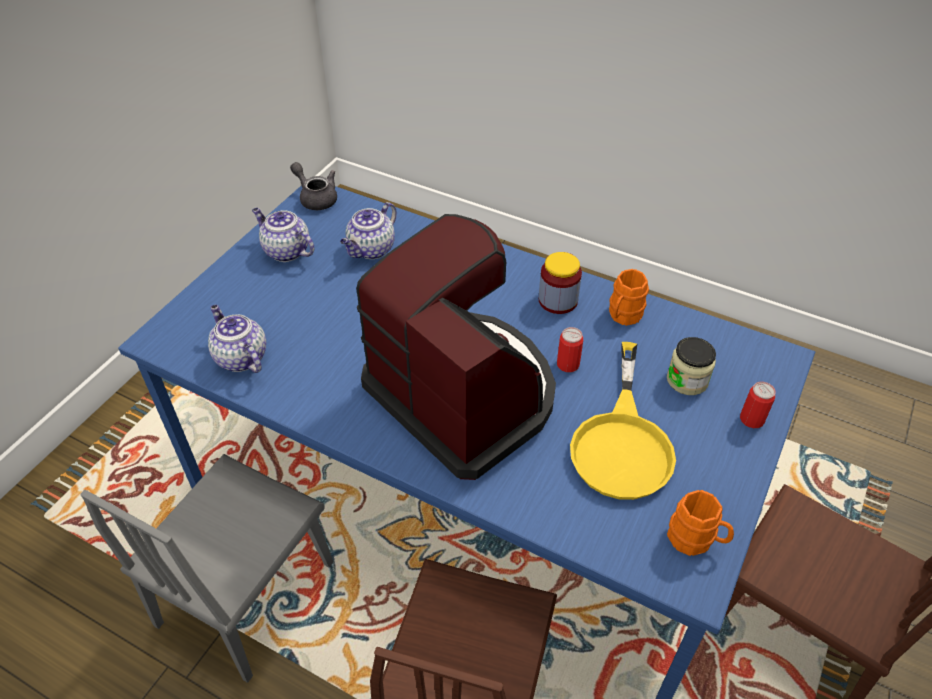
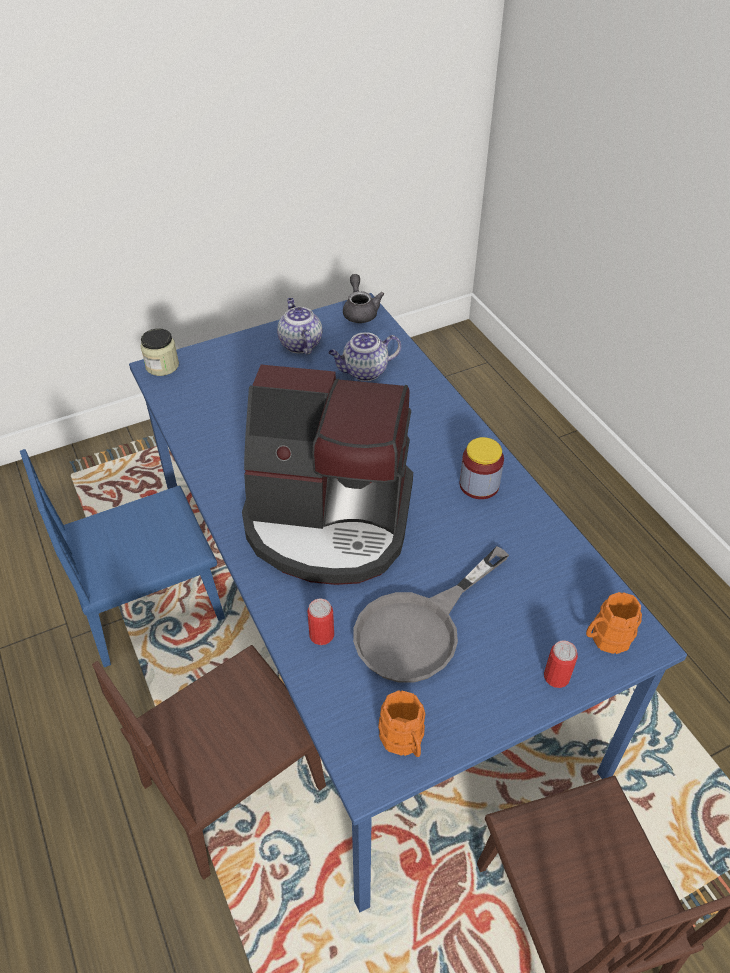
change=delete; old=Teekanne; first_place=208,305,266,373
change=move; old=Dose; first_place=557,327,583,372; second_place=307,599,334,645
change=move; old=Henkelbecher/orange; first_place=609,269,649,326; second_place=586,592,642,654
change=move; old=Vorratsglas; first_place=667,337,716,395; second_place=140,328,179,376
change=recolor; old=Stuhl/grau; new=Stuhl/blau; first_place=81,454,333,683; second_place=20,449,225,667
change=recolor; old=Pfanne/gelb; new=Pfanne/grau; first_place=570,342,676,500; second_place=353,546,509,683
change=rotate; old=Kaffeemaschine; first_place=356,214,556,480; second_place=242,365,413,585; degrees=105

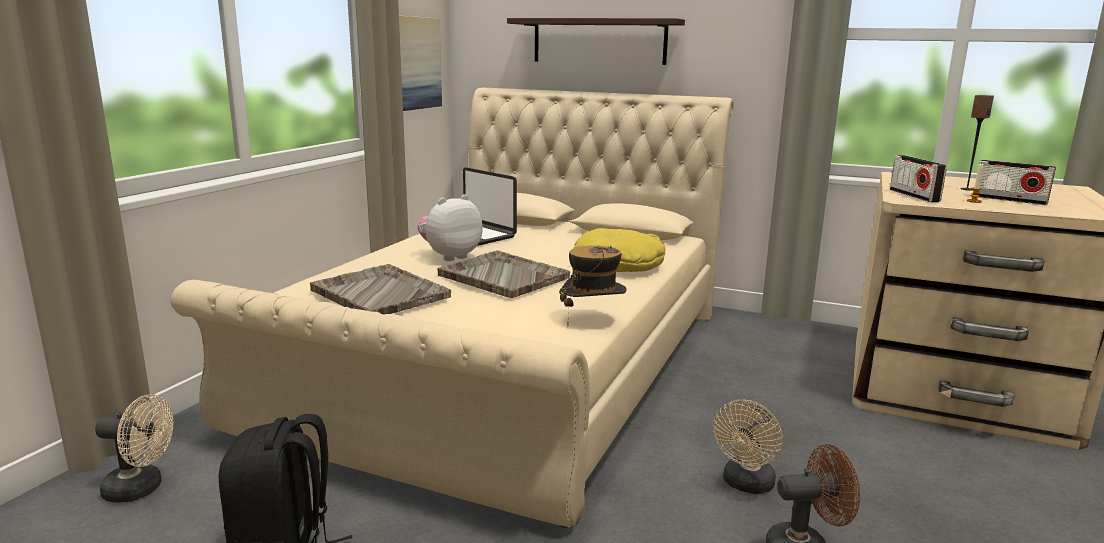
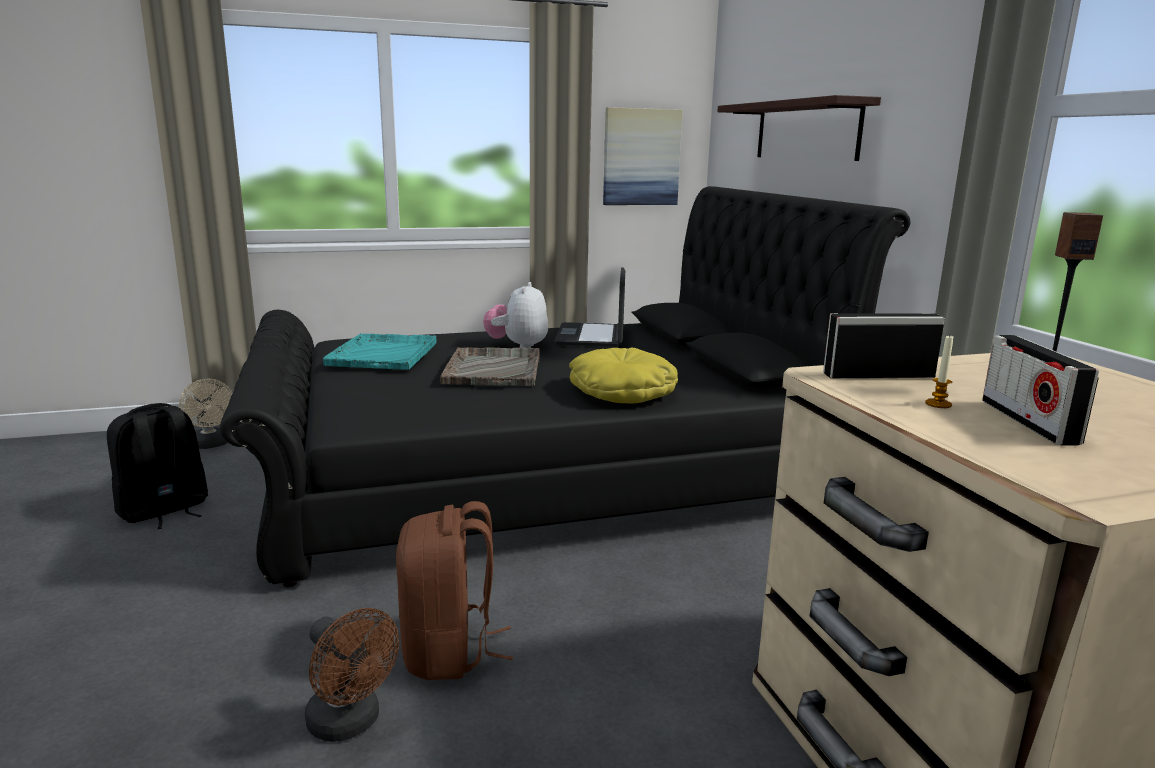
change=delete; old=Hut; first_place=559,246,627,325
change=replace; old=Ventilator/beige; new=Rucksack/braun; first_place=713,400,782,494; second_place=396,501,513,680
change=recolor; old=Bett/beige; new=Bett/schwarz; first_place=170,88,734,527; second_place=220,186,911,587
change=recolor; old=Tablett/grau; new=Tablett/türkis; first_place=310,264,451,314; second_place=323,333,437,370
change=rotate; old=Plüschtier; first_place=417,195,483,261; second_place=483,282,548,348; degrees=-90
change=rotate; old=Radio; first_place=890,155,947,202; second_place=823,313,945,379; degrees=45

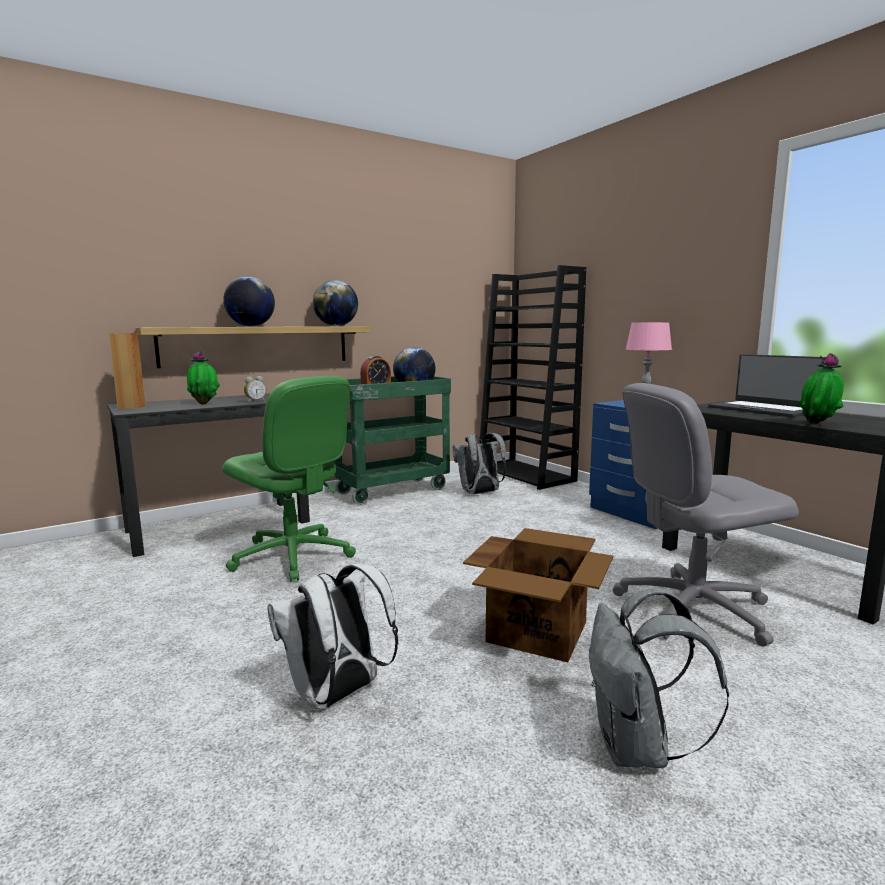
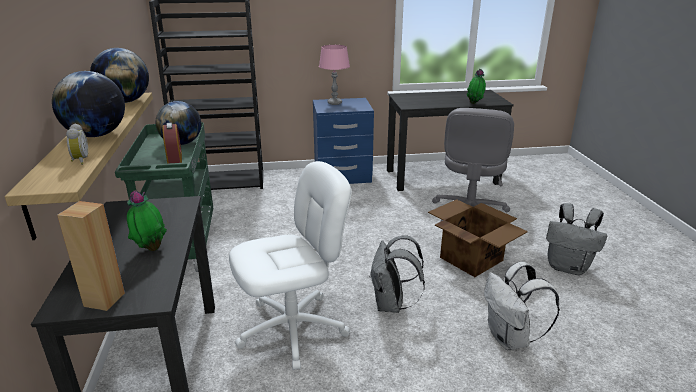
change=delete; old=Laptop; first_place=708,354,825,417
change=move; old=Wecker; first_place=244,376,266,403; second_place=66,123,88,165
change=move; old=Rucksack/grau; first_place=453,433,506,494; second_place=370,235,425,313
change=recolor; old=Bürostuhl/grün; new=Bürostuhl/weiß; first_place=222,376,356,581; second_place=229,161,352,370

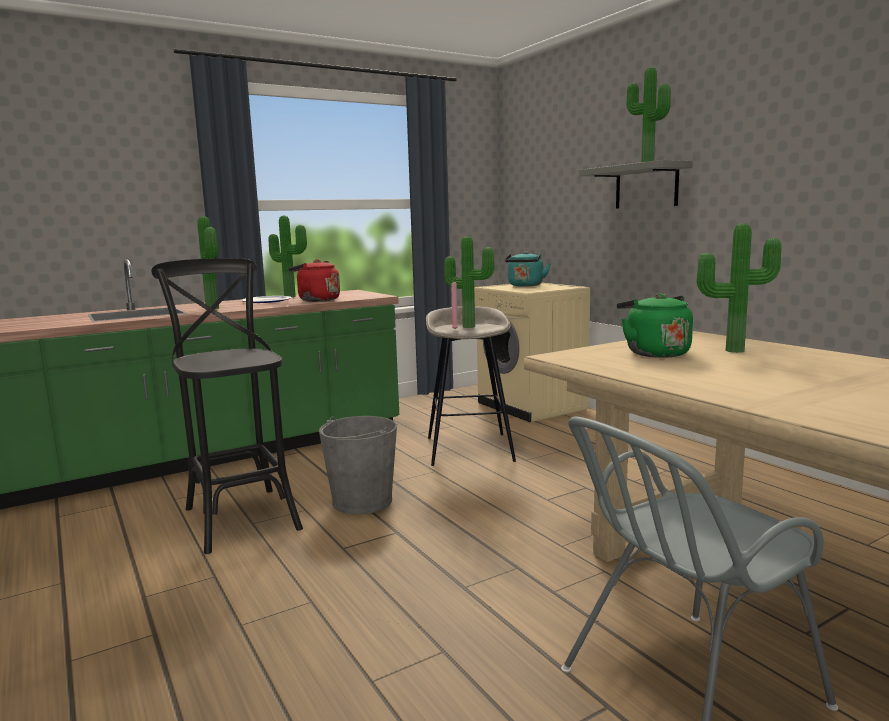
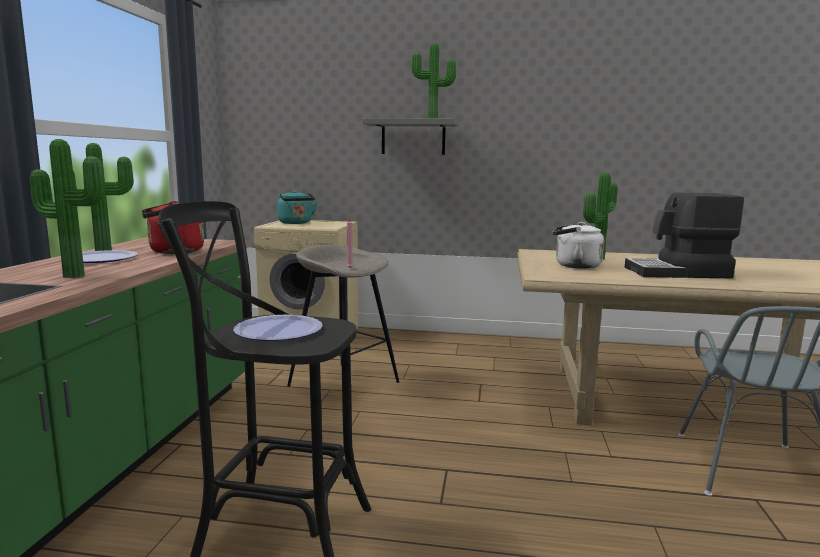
change=delete; old=Eimer/grau; first_place=319,416,397,514
change=delete; old=Topfpflanze; first_place=444,236,495,328
change=insert; new=Teller; second_place=233,315,323,341
change=insert; new=Kaffeemaschine; second_place=625,193,744,279
change=recolor; old=Wasserkessel/grün; new=Wasserkessel/weiß; first_place=616,293,693,358; second_place=553,222,604,269

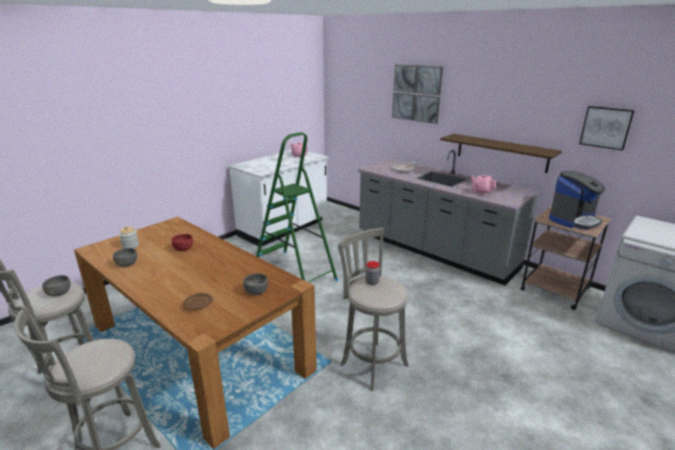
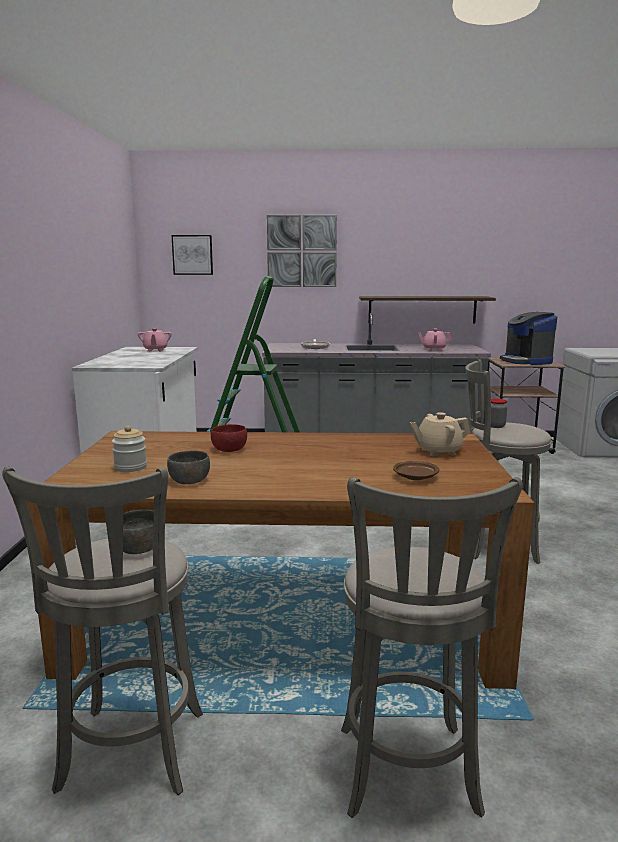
change=move; old=Bild; first_place=579,106,635,150; second_place=172,235,213,275
change=replace; old=Schüssel/grau; new=Teekanne/beige; first_place=243,273,268,295; second_place=410,412,470,457
change=rotate; old=Kaffeemaschine; first_place=549,171,605,230; second_place=500,312,557,365; degrees=150

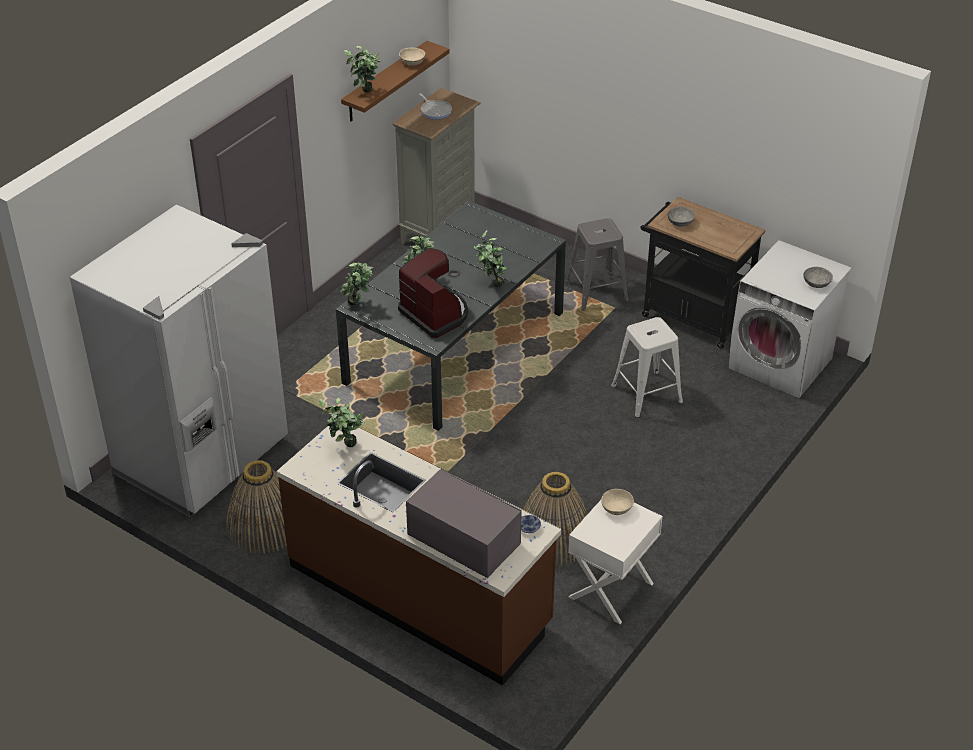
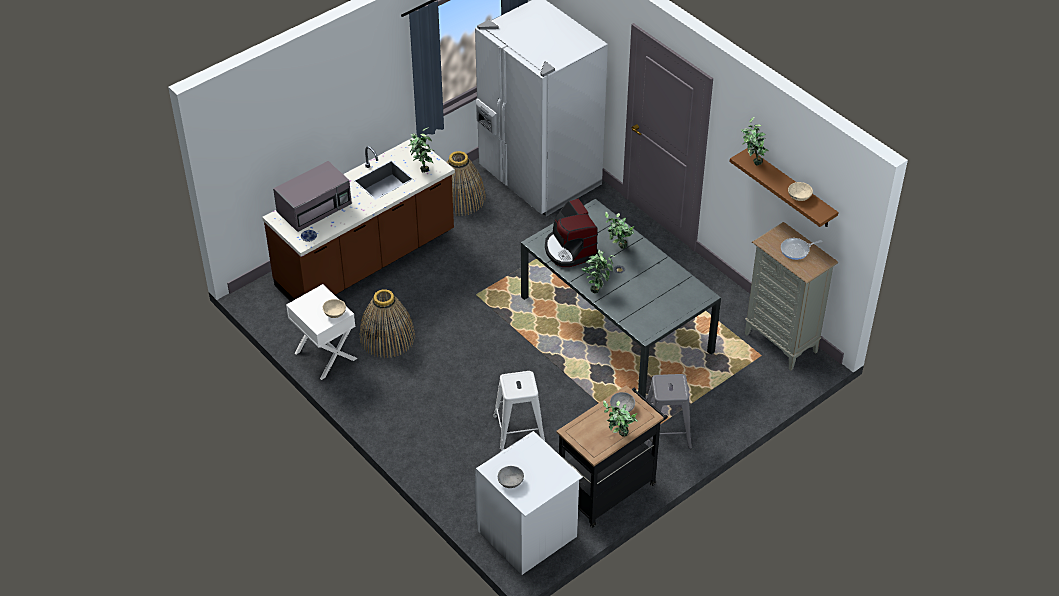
change=move; old=Topfpflanze; first_place=340,263,373,305; second_place=603,400,638,437
change=rotate; old=Kaffeemaschine; first_place=398,248,468,338; second_place=545,198,599,267; degrees=90

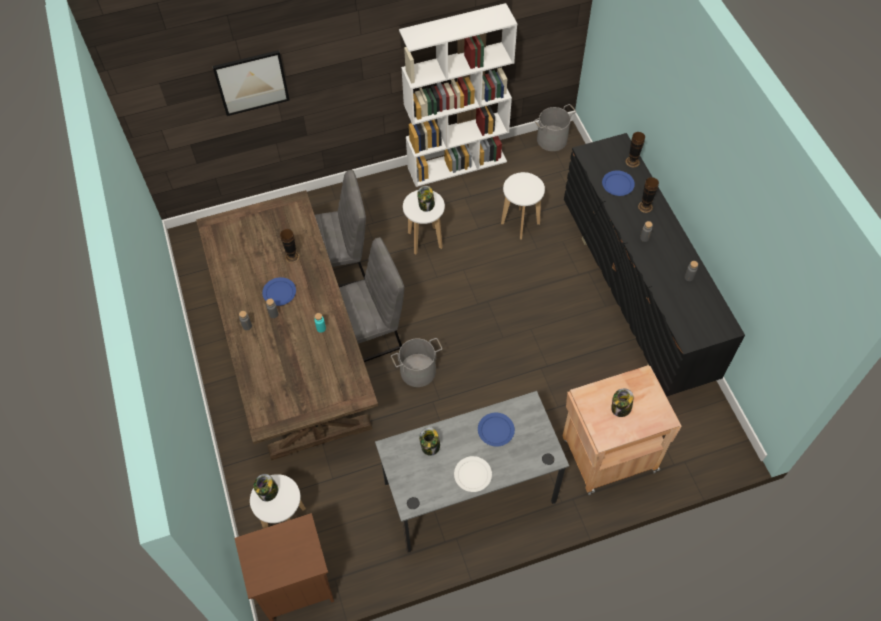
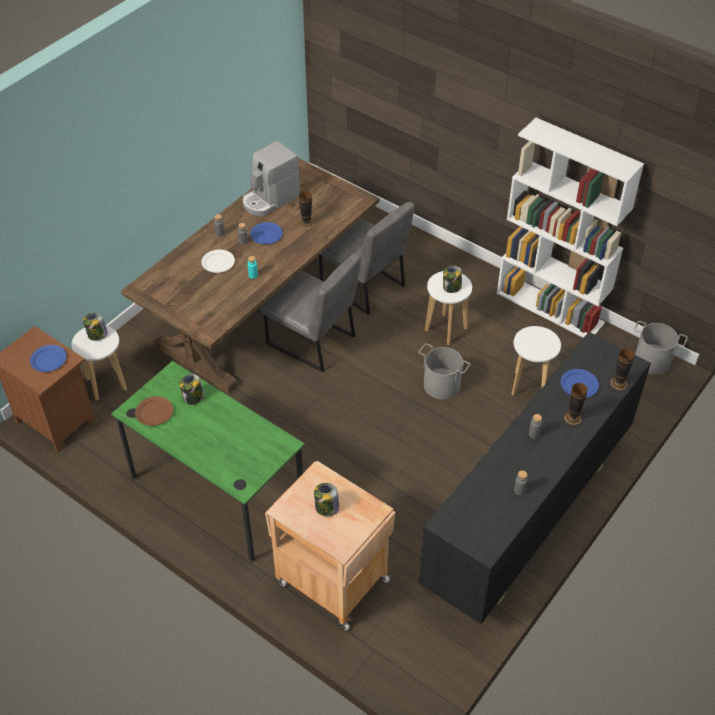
change=delete; old=Bild; first_place=212,50,290,116
change=insert; new=Teller/braun; second_place=135,396,173,426
change=insert; new=Kaffeemaschine; second_place=243,141,300,216
change=move; old=Eimer/grau; first_place=391,338,442,387; second_place=418,343,470,400
change=move; old=Teller/weiß; first_place=454,456,492,492; second_place=201,250,235,273
change=move; old=Teller/blau; first_place=478,413,515,446; second_place=30,345,67,372
change=recolor; old=Schreibtisch/grau; new=Schreibtisch/grün; first_place=375,391,569,553; second_place=111,361,305,562

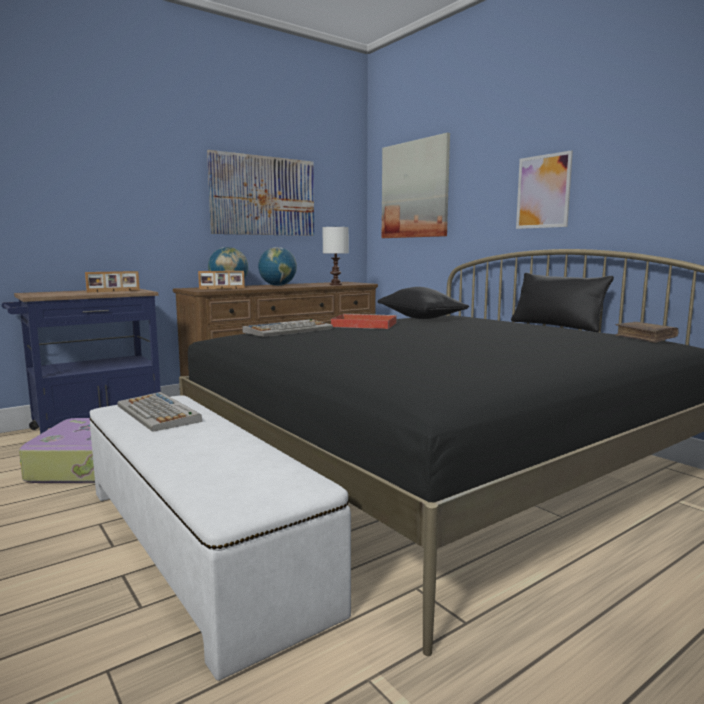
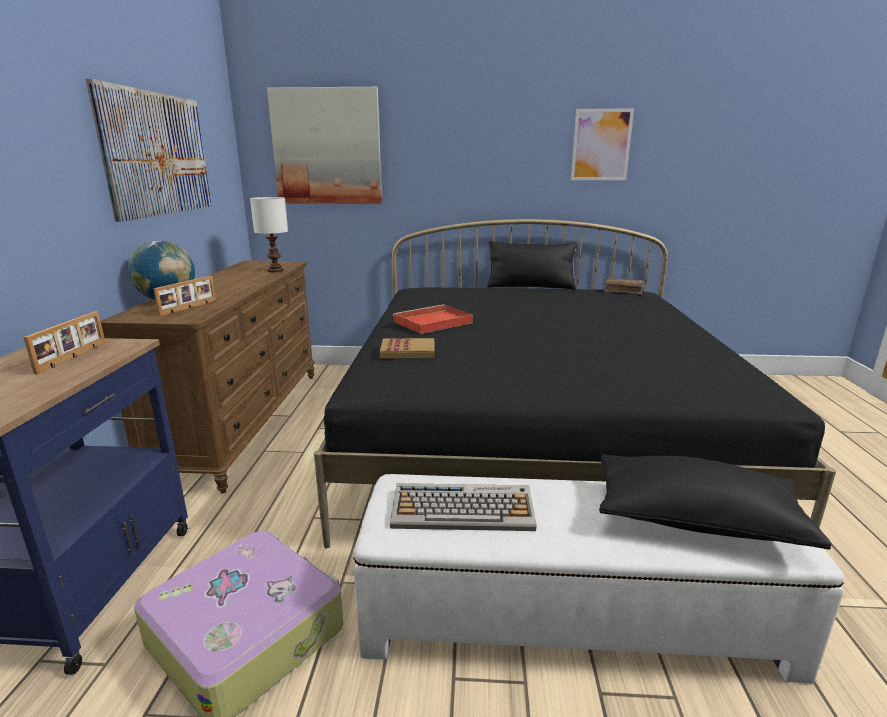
change=delete; old=Globus; first_place=258,247,297,286
change=move; old=Kissen/schwarz; first_place=377,287,469,319; second_place=599,454,831,550
change=move; old=Bild; first_place=516,150,573,229; second_place=571,109,634,180
change=replace; old=Tastatur; new=Buch; first_place=242,319,333,337; second_place=380,338,435,358

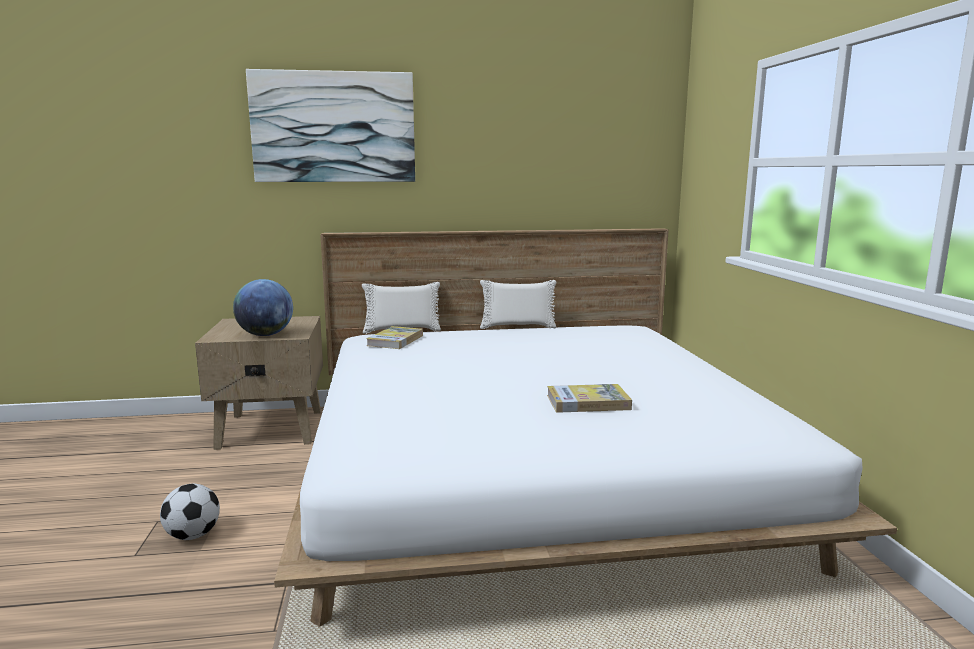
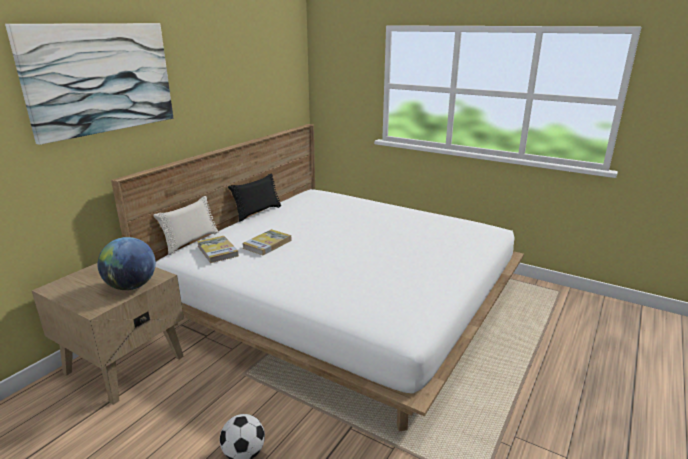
change=move; old=Buch; first_place=547,384,632,413; second_place=242,229,292,255
change=recolor; old=Kissen/weiß; new=Kissen/schwarz; first_place=480,280,556,329; second_place=228,174,281,222

